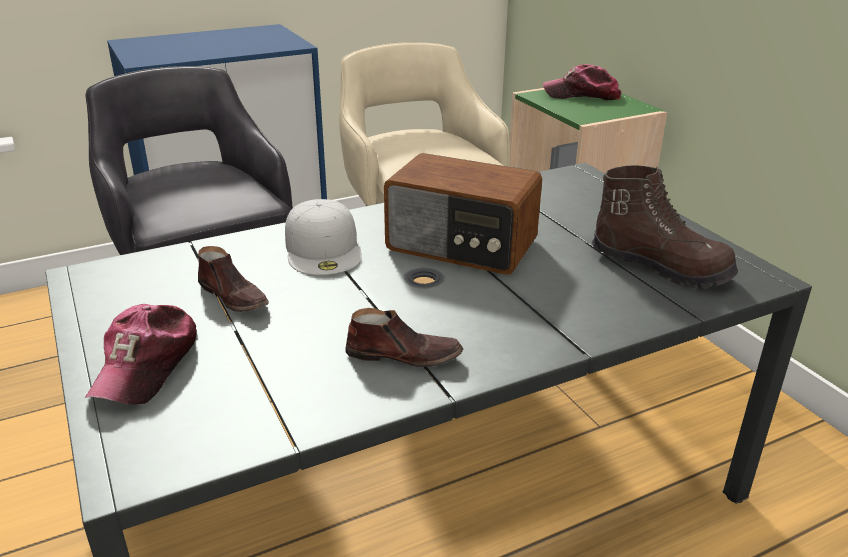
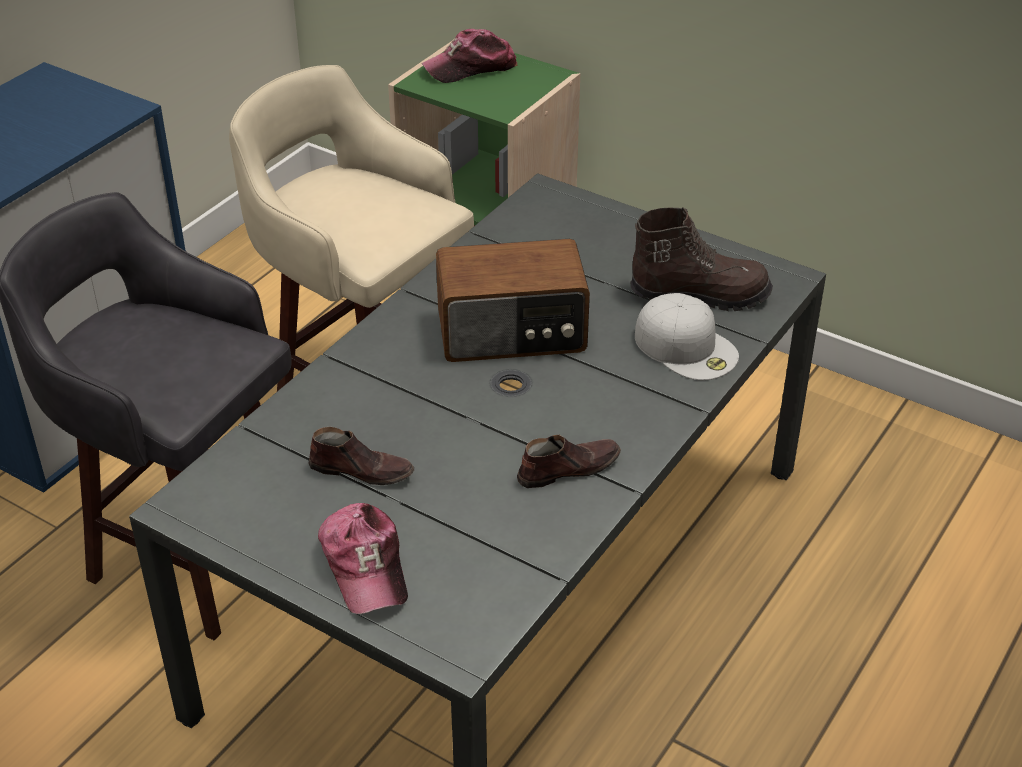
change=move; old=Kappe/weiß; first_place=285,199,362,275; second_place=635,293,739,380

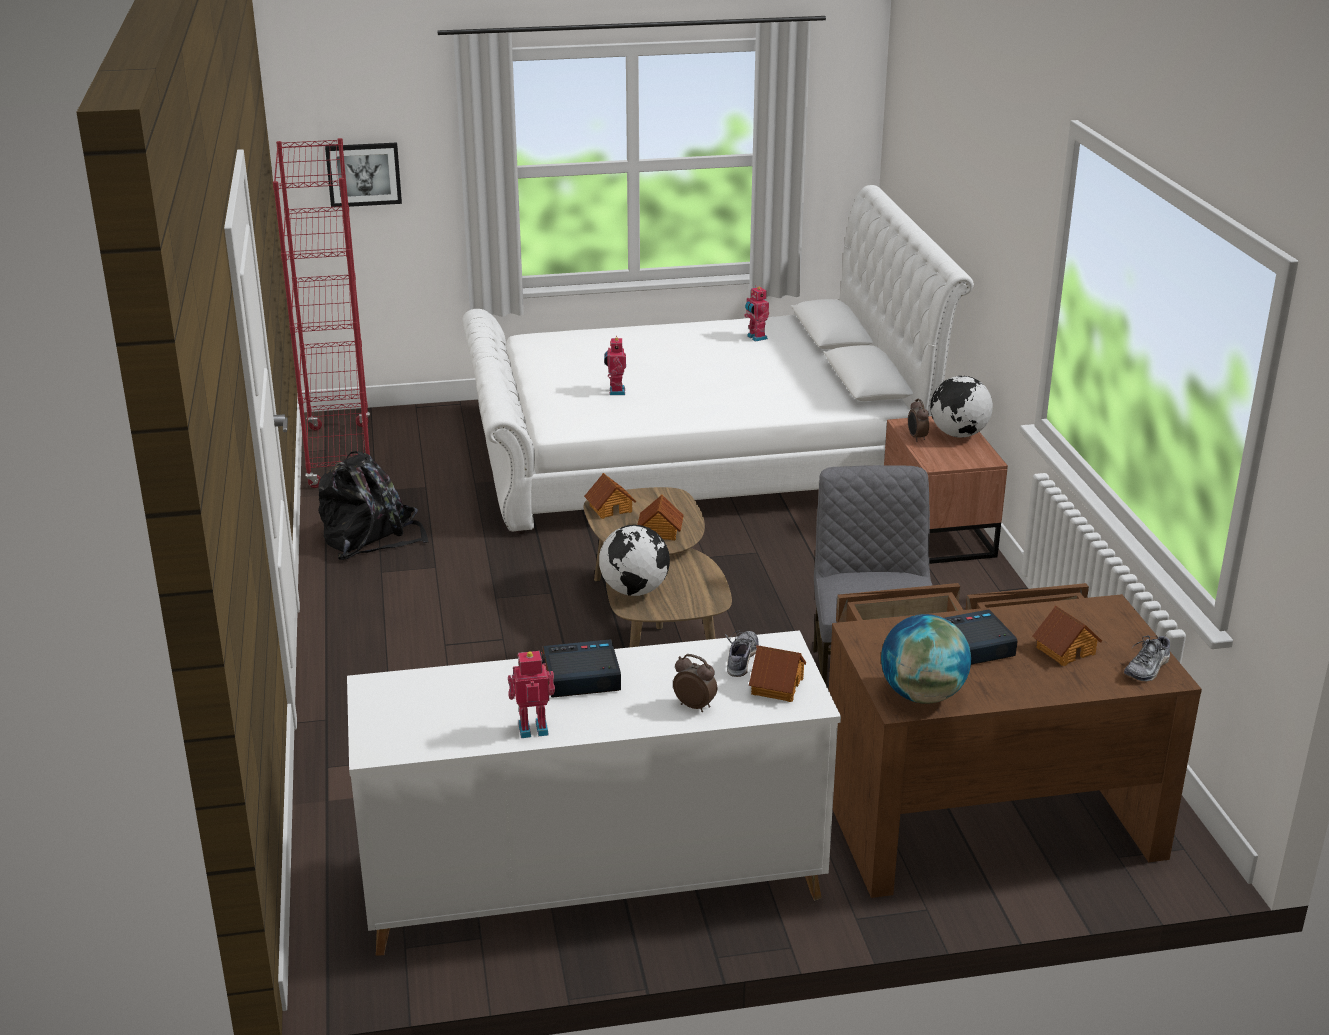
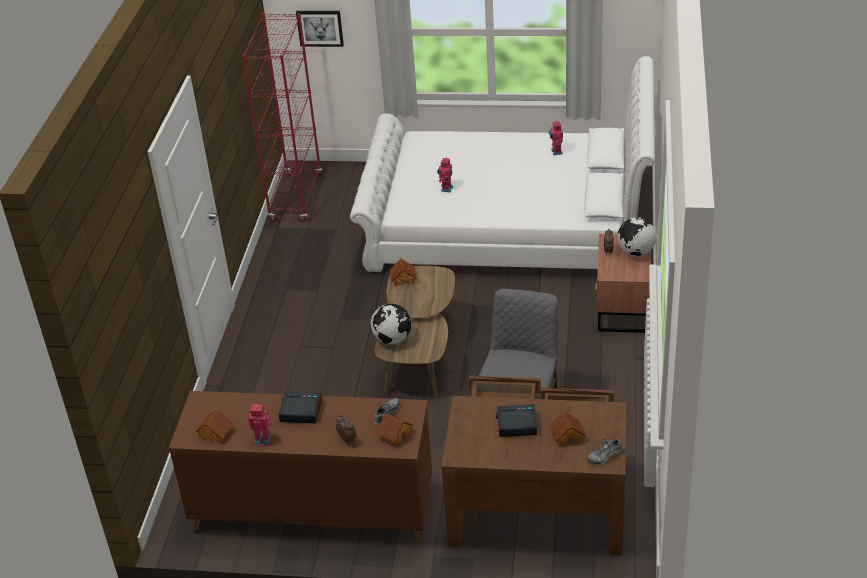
change=delete; old=Rucksack/schwarz; first_place=318,451,429,560
change=delete; old=Globus; first_place=881,614,971,704
change=move; old=Spielzeughaus; first_place=637,495,684,541; second_place=195,409,233,443
change=recolor; old=Kommode/weiß; new=Kommode/braun; first_place=347,630,841,956; second_place=169,391,432,542

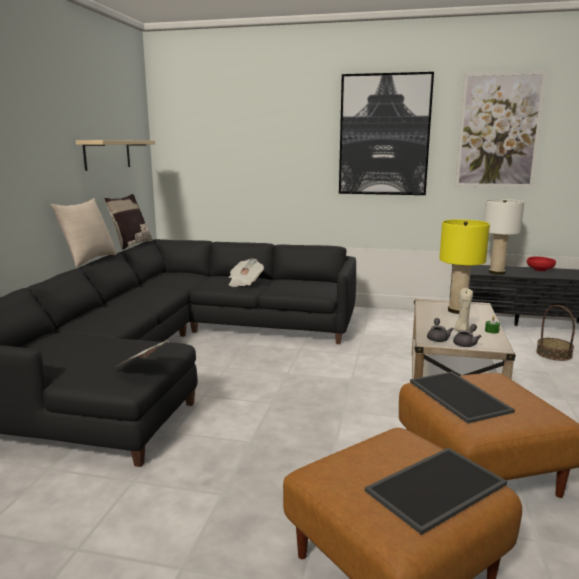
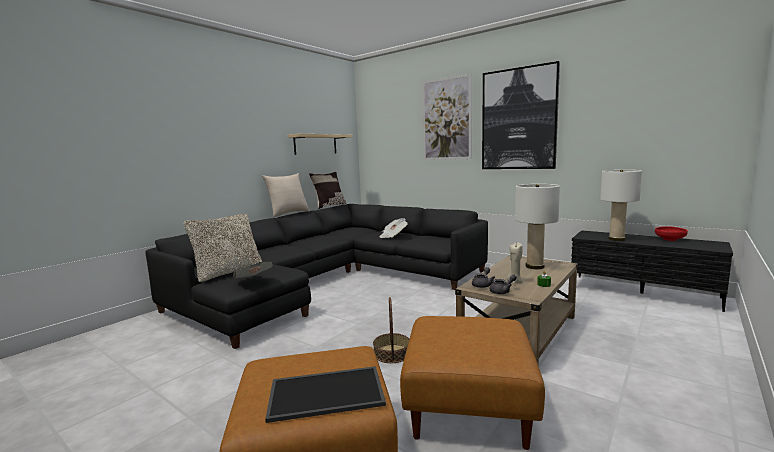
change=delete; old=Tablett; first_place=410,372,515,423
change=insert; new=Kissen/beige; second_place=183,214,262,282
change=move; old=Bild; first_place=455,71,547,188; second_place=422,74,472,160
change=move; old=Korb; first_place=536,305,575,361; second_place=373,297,409,363
change=recolor; old=Tischlampe/gelb; new=Tischlampe/weiß; first_place=439,219,490,314; second_place=515,184,560,269

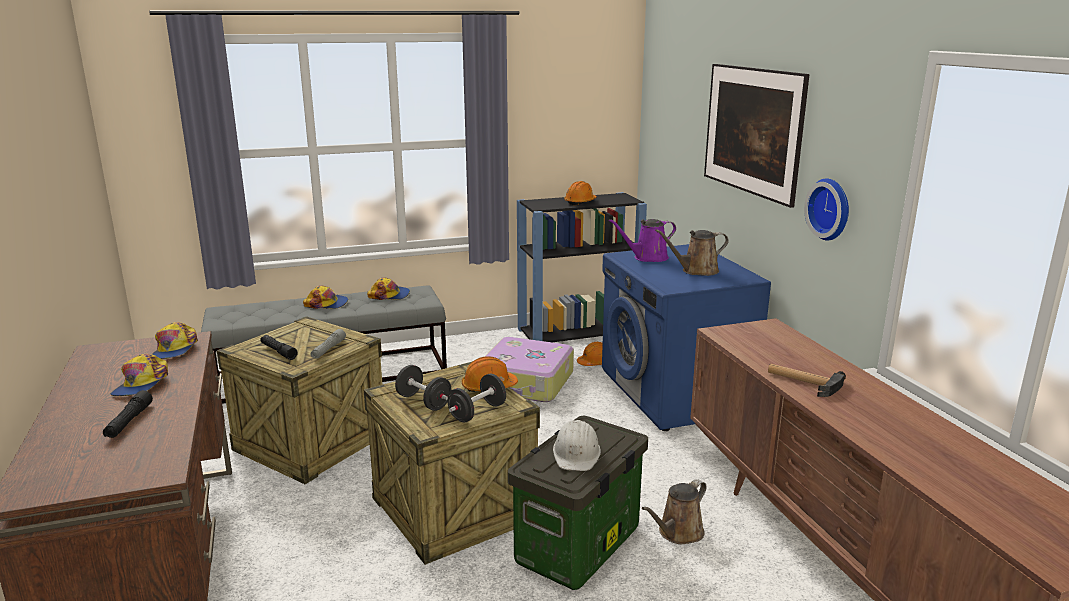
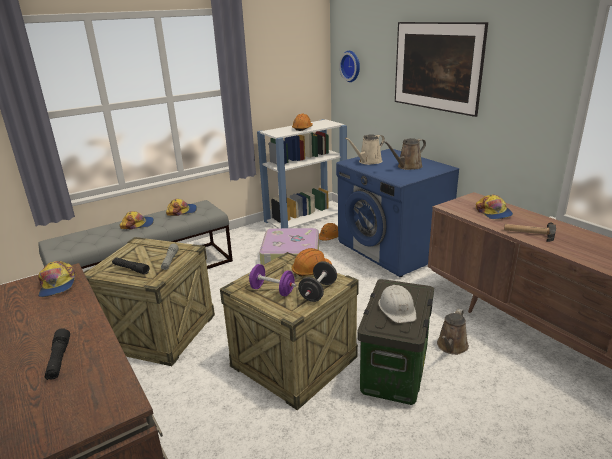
change=move; old=Kappe; first_place=110,354,168,396; second_place=476,194,513,219
change=move; old=Wanduhr; first_place=804,178,849,241; second_place=339,51,360,82
change=recolor; old=Hantel/schwarz; new=Hantel/lila; first_place=395,365,451,411; second_place=248,264,297,296
change=recolor; old=Bücherregal/schwarz; new=Bücherregal/weiß; first_place=517,192,647,342; second_place=257,119,347,228
change=recolor; old=Gießkanne/lila; new=Gießkanne/beige; first_place=609,219,676,262; second_place=345,134,385,165

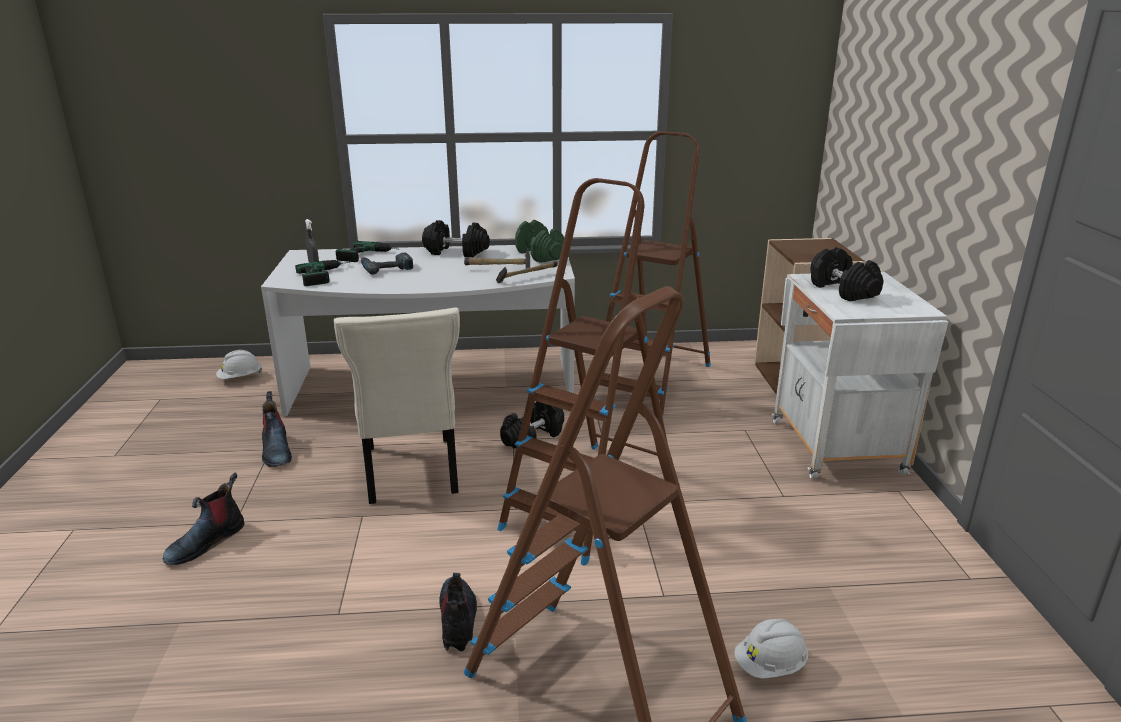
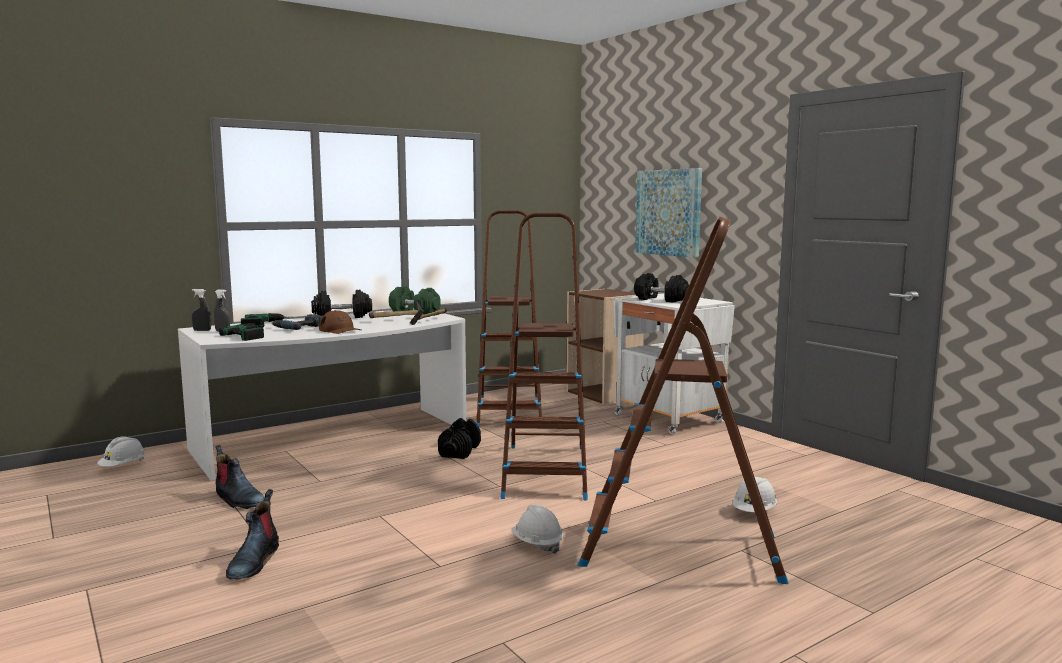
change=delete; old=Stuhl/beige; first_place=334,308,460,504
change=insert; new=Sprühflasche/grau; second_place=191,289,211,331
change=insert; new=Kappe/braun; second_place=319,310,361,334
change=insert; new=Bild; second_place=635,168,702,258
change=replace; old=Stiefel; new=Schutzhelm/weiß; first_place=439,573,477,652; second_place=511,505,563,554

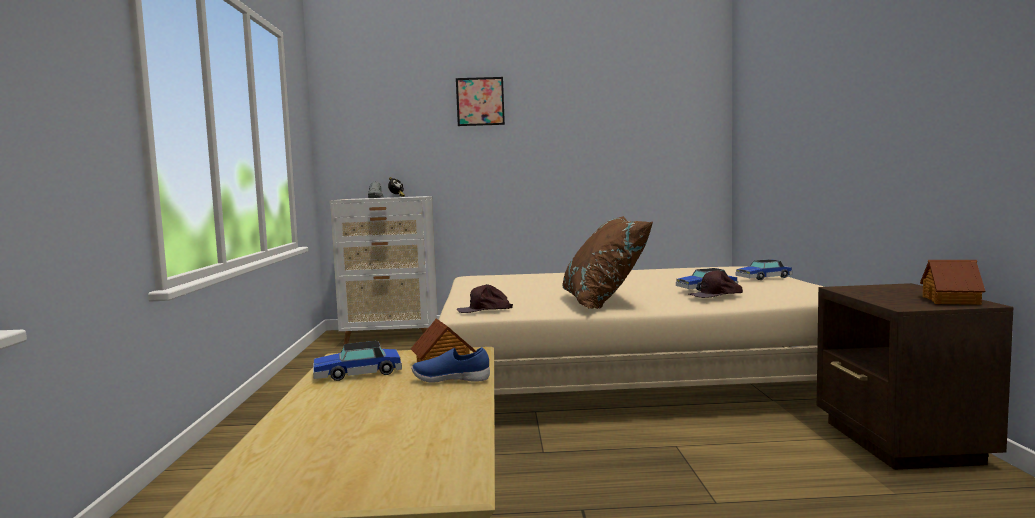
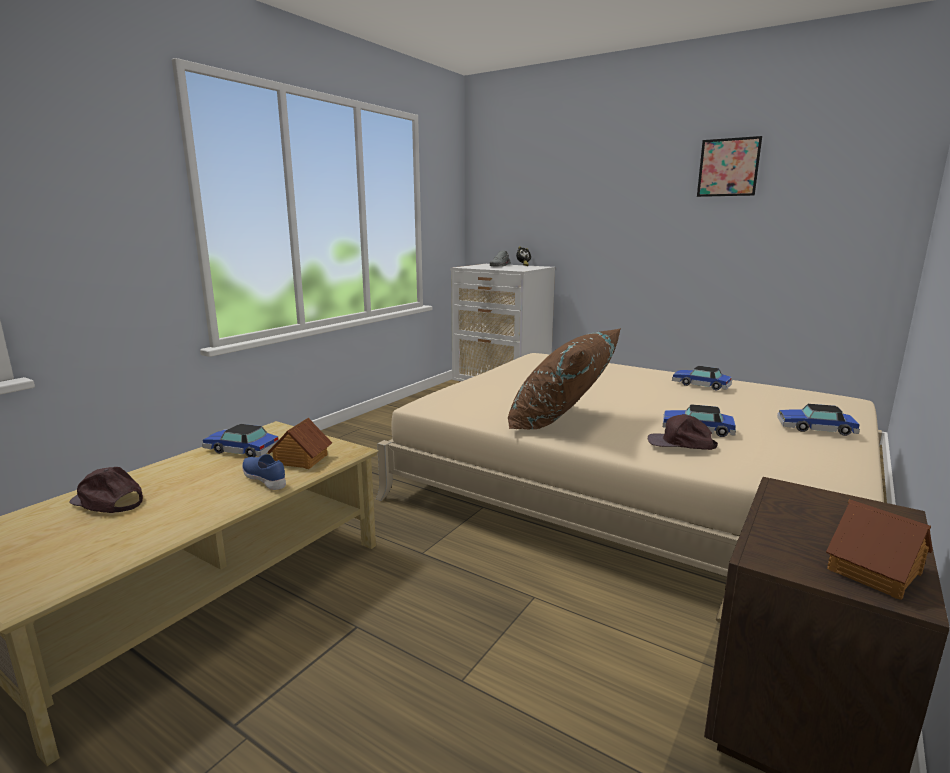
change=insert; new=Spielzeugauto; second_place=672,366,732,390
change=move; old=Bild; first_place=456,77,505,126; second_place=697,136,762,197
change=move; old=Kappe/braun; first_place=457,284,513,313; second_place=69,467,143,513

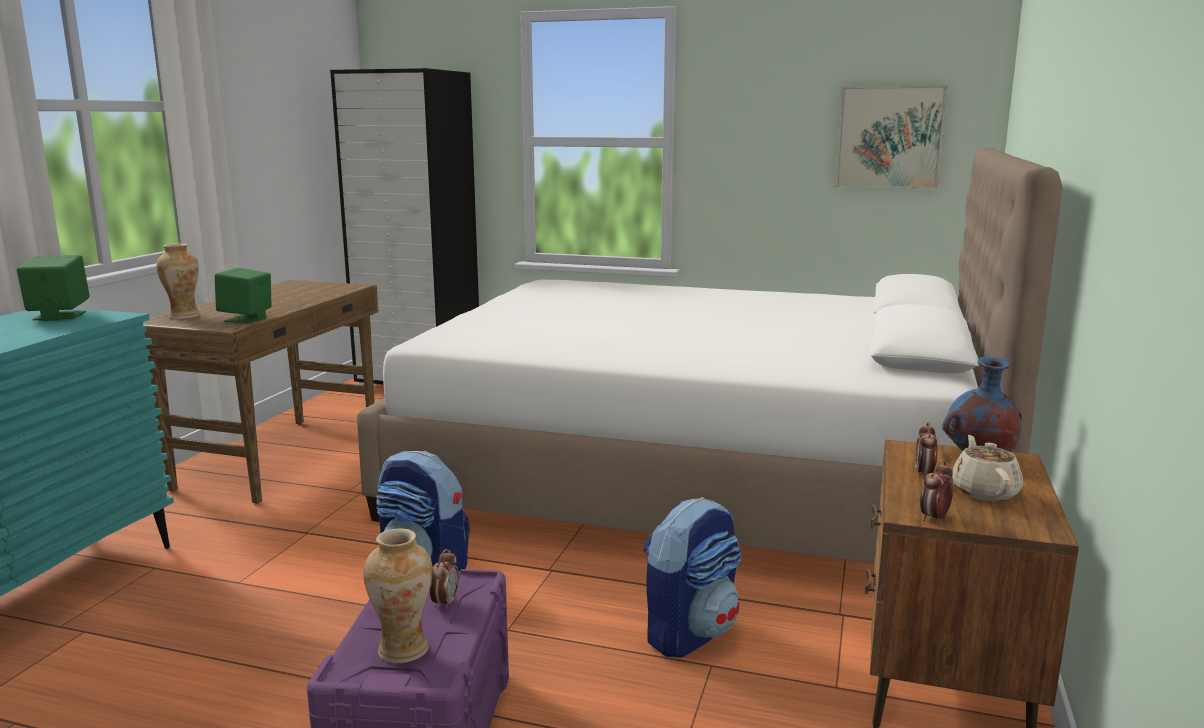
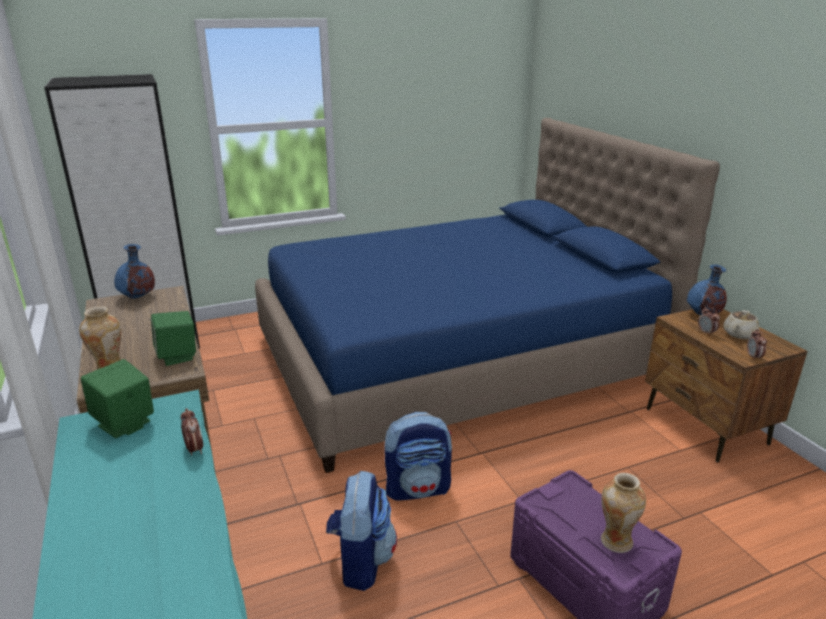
change=delete; old=Bild; first_place=835,85,948,189
change=insert; new=Vase/blau; second_place=114,244,155,299
change=move; old=Wecker; first_place=430,549,459,610; second_place=181,408,203,456
change=move; old=Rucksack; first_place=644,497,742,658; second_place=326,471,397,591
change=recolor; old=Bett/weiß; new=Bett/blau; first_place=357,147,1062,563; second_place=255,118,720,473
change=rotate; old=Teekanne/beige; first_place=952,435,1023,501; second_place=724,310,759,339; degrees=-105

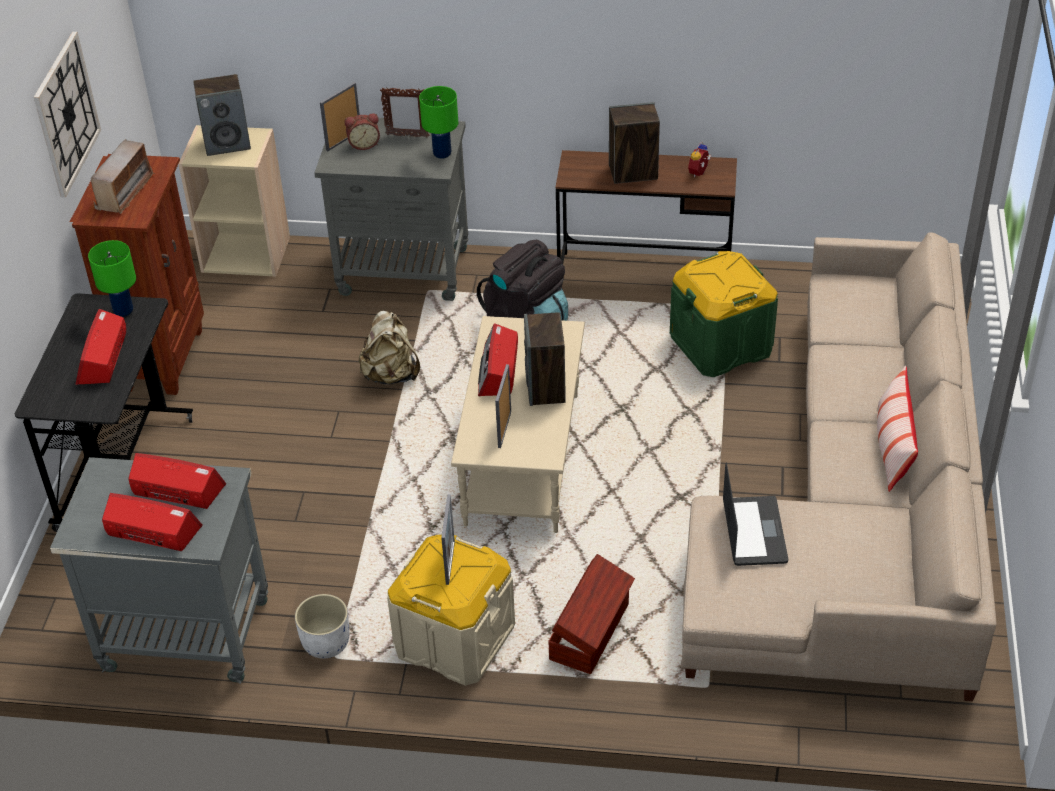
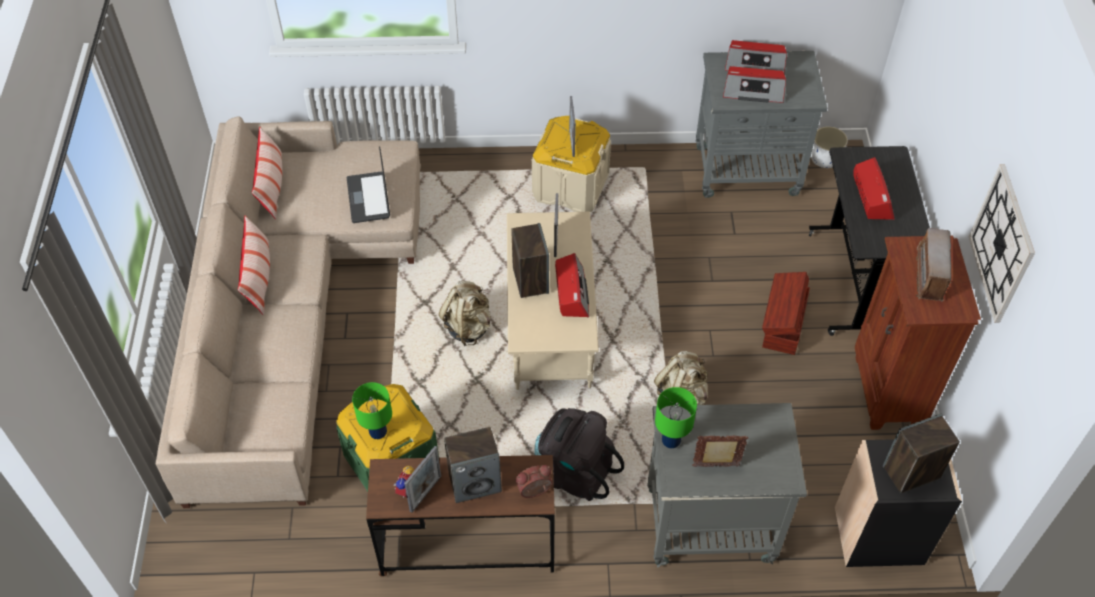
change=insert; new=Kissen; second_place=252,126,283,219
change=insert; new=Rucksack/beige; second_place=439,281,491,346
change=move; old=Tischlampe/grün; first_place=88,240,136,317; second_place=352,382,392,439
change=move; old=Pflanzkübel/weiß; first_place=295,594,350,659; second_place=811,126,848,168
change=move; old=Bilderrahmen; first_place=320,82,360,151; second_place=404,446,441,513
change=move; old=Wecker; first_place=345,113,380,150; second_place=516,465,553,498
change=move; old=Aufbewahrungsbox/braun; first_place=548,554,635,674; second_place=762,272,810,355
change=recolor; old=Bücherregal/beige; new=Bücherregal/schwarz; first_place=179,125,290,277; second_place=835,439,962,567

